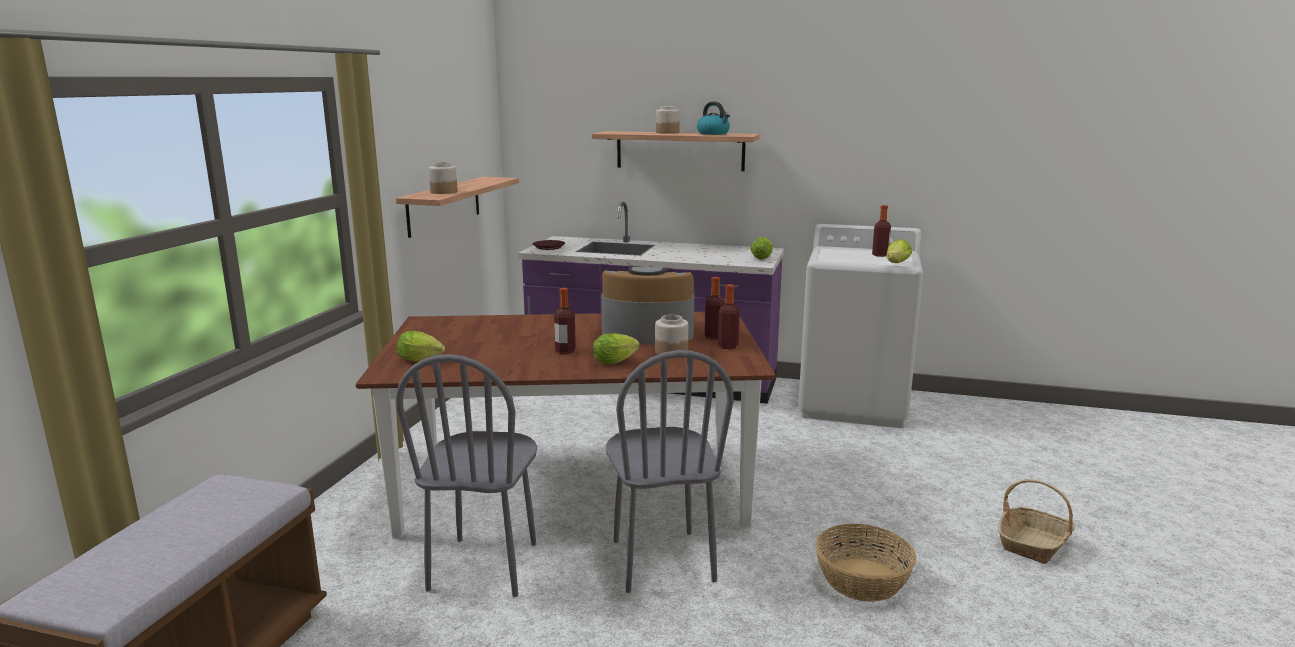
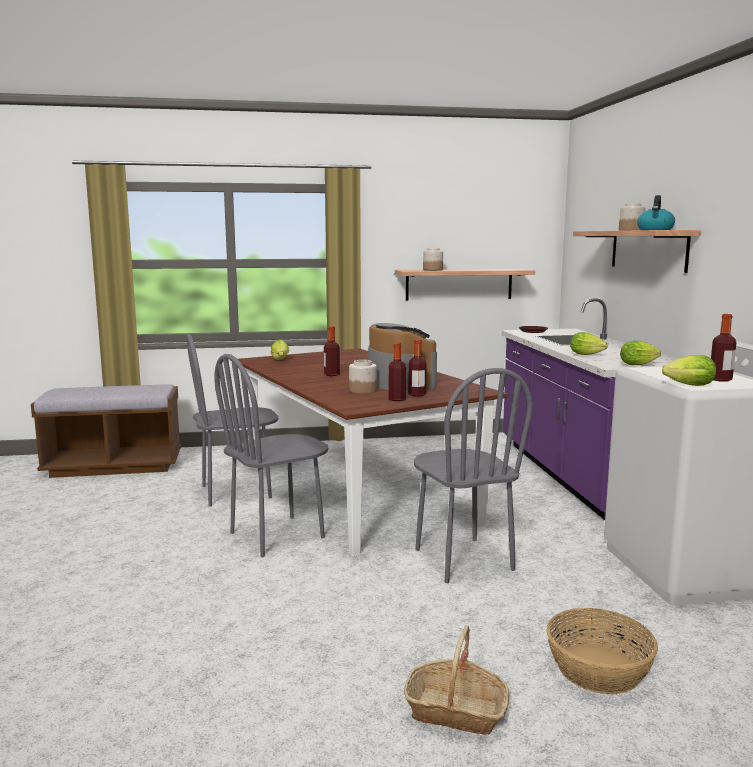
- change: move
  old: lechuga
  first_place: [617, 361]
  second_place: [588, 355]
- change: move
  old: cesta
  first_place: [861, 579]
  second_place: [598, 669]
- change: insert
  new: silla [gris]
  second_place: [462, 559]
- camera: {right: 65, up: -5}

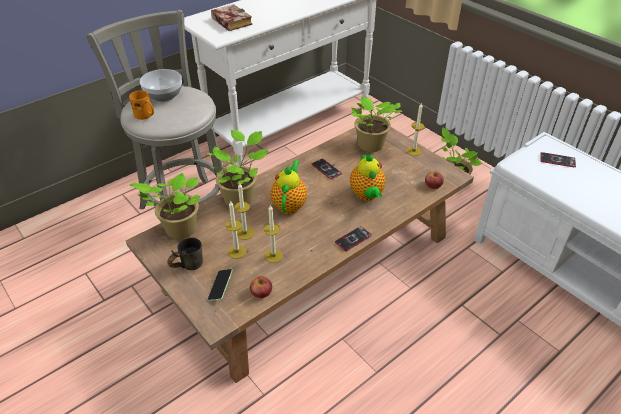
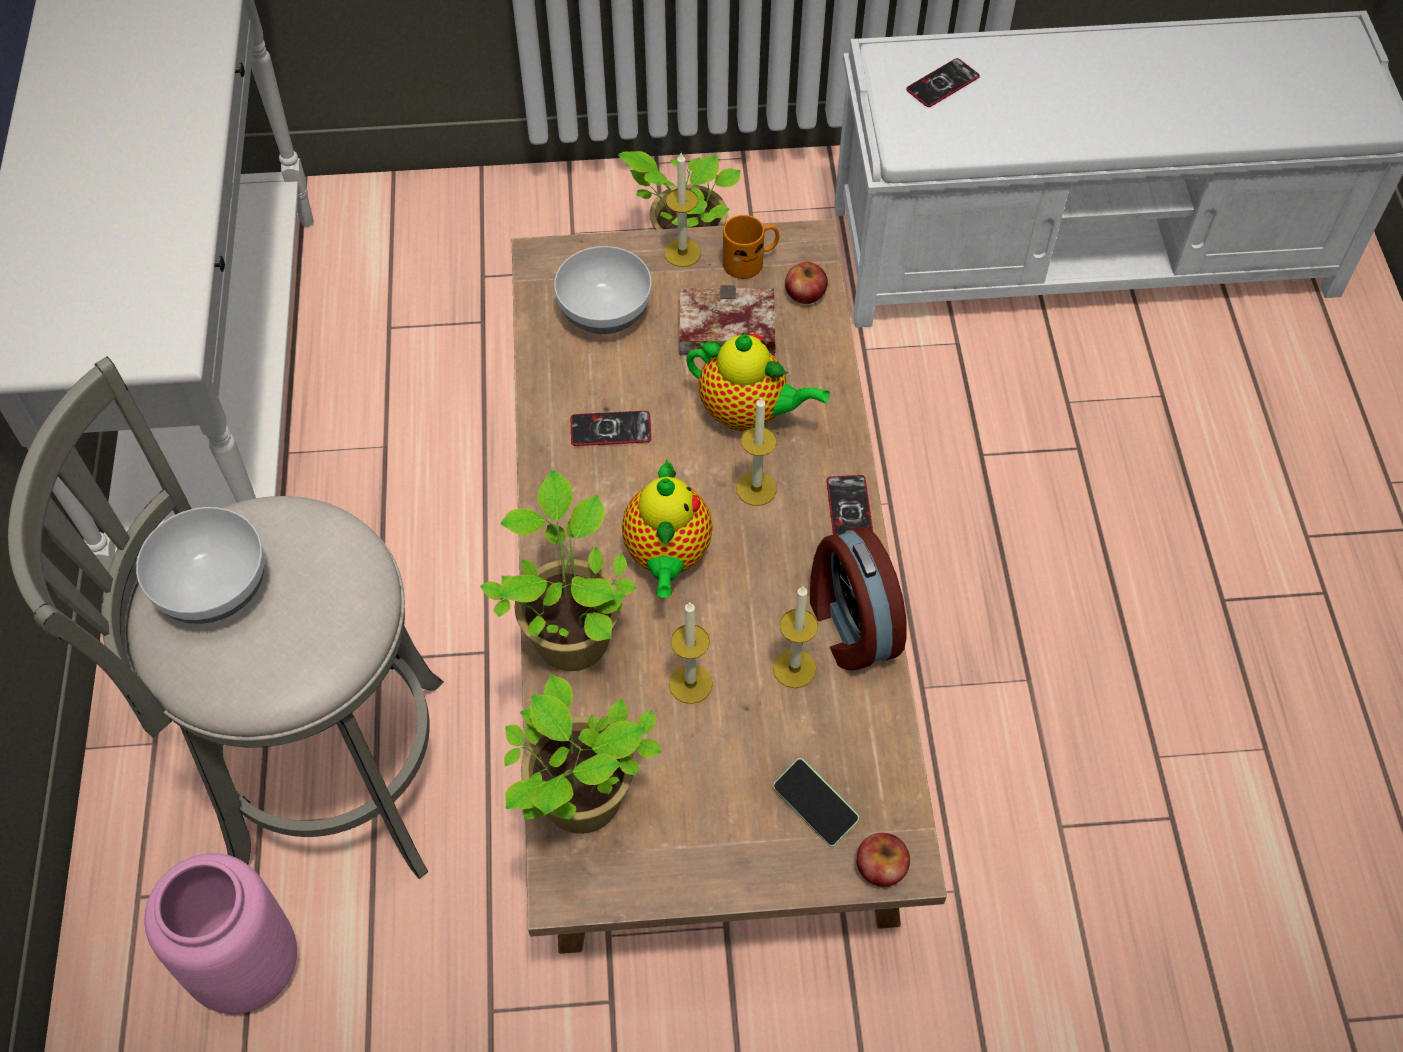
- change: move
  old: libro
  first_place: [229, 21]
  second_place: [722, 332]
- change: move
  old: taza grande [naranja]
  first_place: [146, 115]
  second_place: [750, 261]
- change: replace
  old: planta en maceta
  new: cuenco
  first_place: [370, 146]
  second_place: [604, 310]
- change: rotate
  old: tetera
  first_place: [290, 204]
  second_place: [667, 557]
  degrees: -135
- change: move
  old: vela
  first_place: [237, 251]
  second_place: [756, 489]
- change: delete
  old: taza grande [gris]
  first_place: [187, 265]
- change: move
  old: manzana
  first_place: [261, 292]
  second_place: [881, 866]
- change: insert
  new: despertador
  second_place: [850, 625]
- change: insert
  new: florero [rosa]
  second_place: [248, 963]
- camera: {right: -55, up: 15}

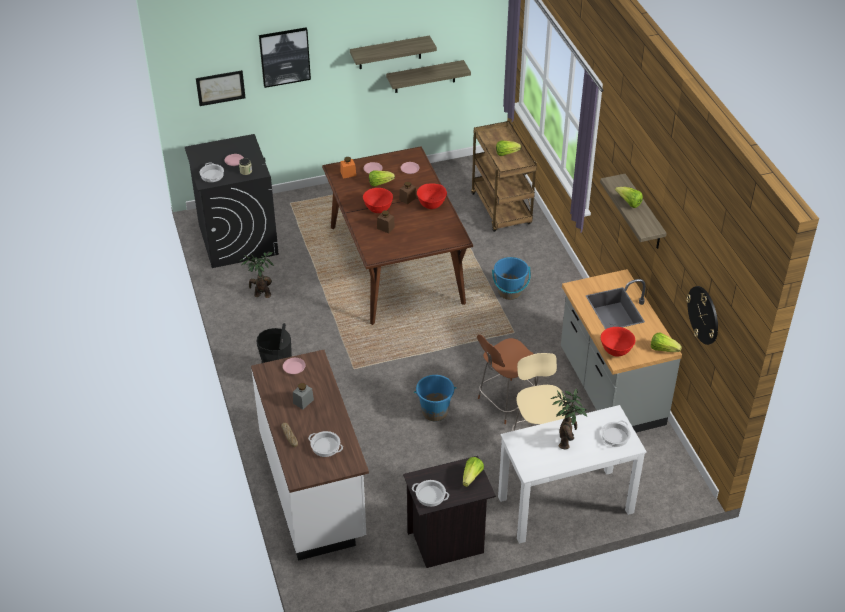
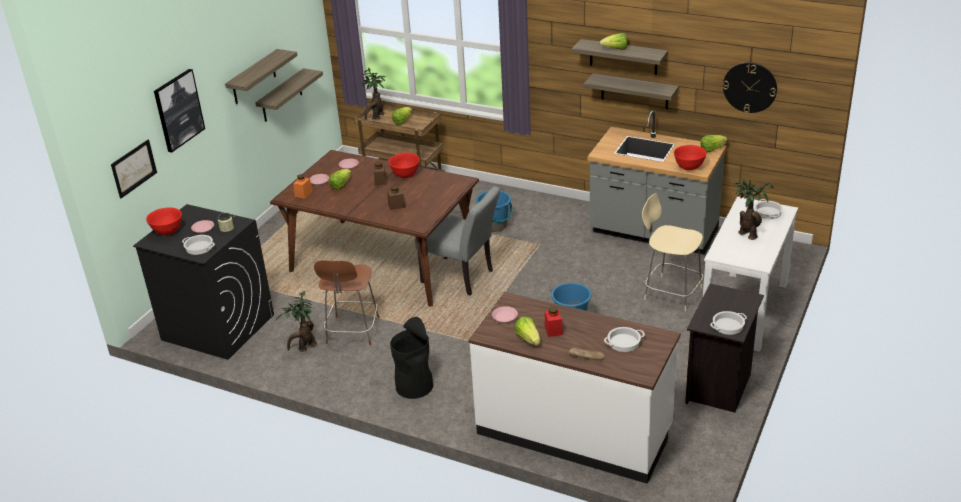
- change: move
  old: cuenco [rojo]
  first_place: [378, 209]
  second_place: [167, 231]
- change: move
  old: taburete [marrón]
  first_place: [506, 402]
  second_place: [352, 332]
- change: recolor
  old: tarro [gris]
  new: tarro [rojo]
  first_place: [303, 401]
  second_place: [553, 330]
- change: move
  old: lechuga
  first_place: [471, 476]
  second_place: [528, 338]
- change: insert
  new: planta en maceta
  second_place: [376, 117]
- change: insert
  new: estante
  second_place: [634, 91]
- change: insert
  new: silla [gris]
  second_place: [462, 278]
- camera: {right: -45, up: -10}

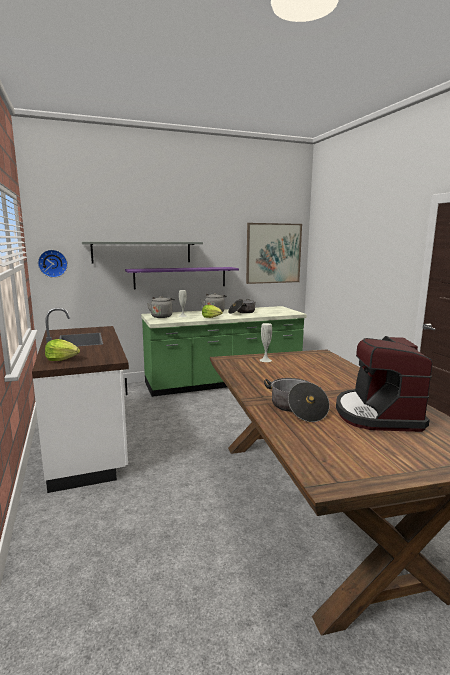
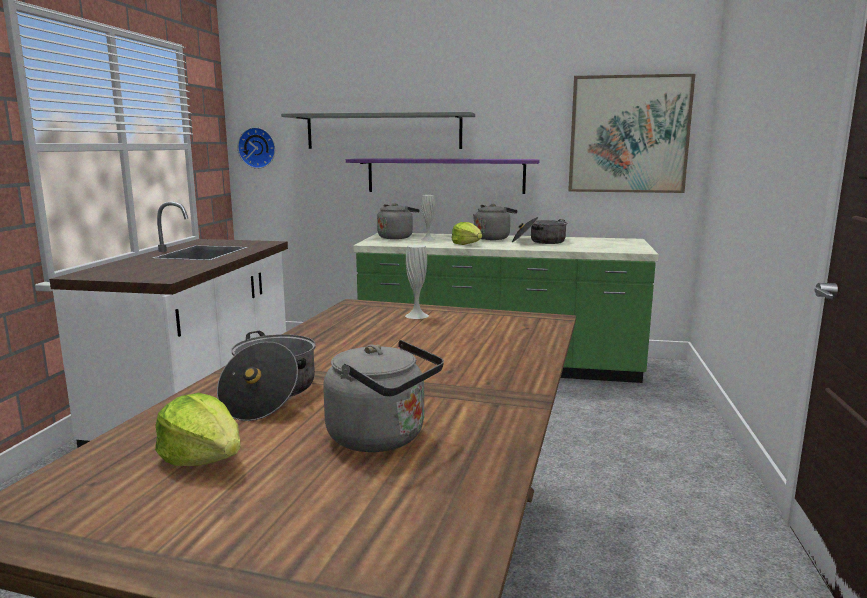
- change: replace
  old: cafetera
  new: hervidor [gris]
  first_place: [377, 414]
  second_place: [382, 438]
- change: move
  old: lechuga
  first_place: [62, 359]
  second_place: [203, 458]
- camera: {right: 30, up: 0}

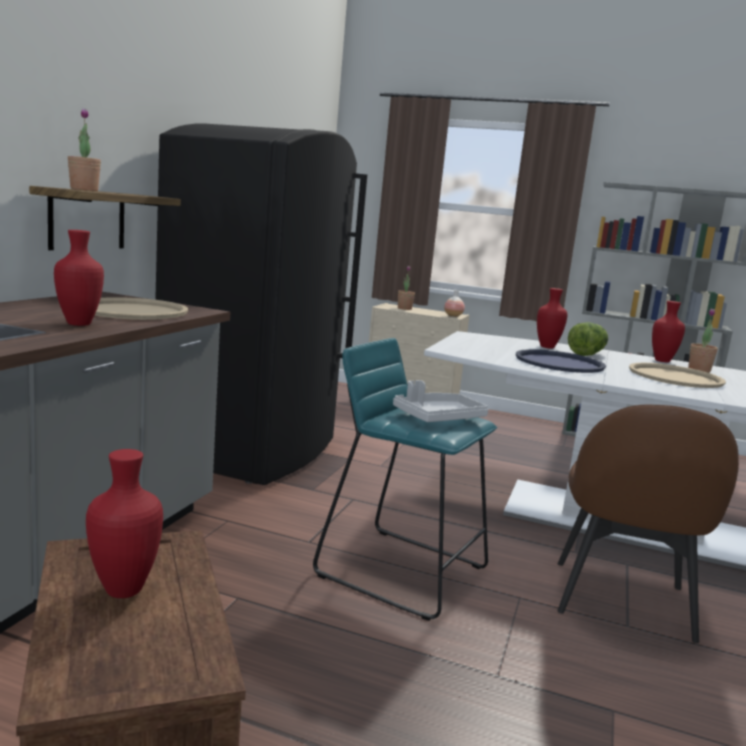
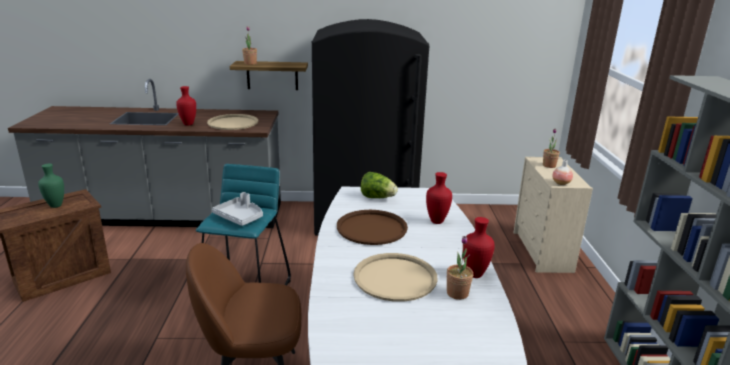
- change: move
  old: lechuga
  first_place: [587, 354]
  second_place: [377, 197]
- change: recolor
  old: bandeja [azul]
  new: bandeja [marrón]
  first_place: [559, 363]
  second_place: [372, 228]
- change: recolor
  old: florero [rojo]
  new: florero [verde]
  first_place: [121, 591]
  second_place: [55, 205]
- camera: {right: 70, up: 10}

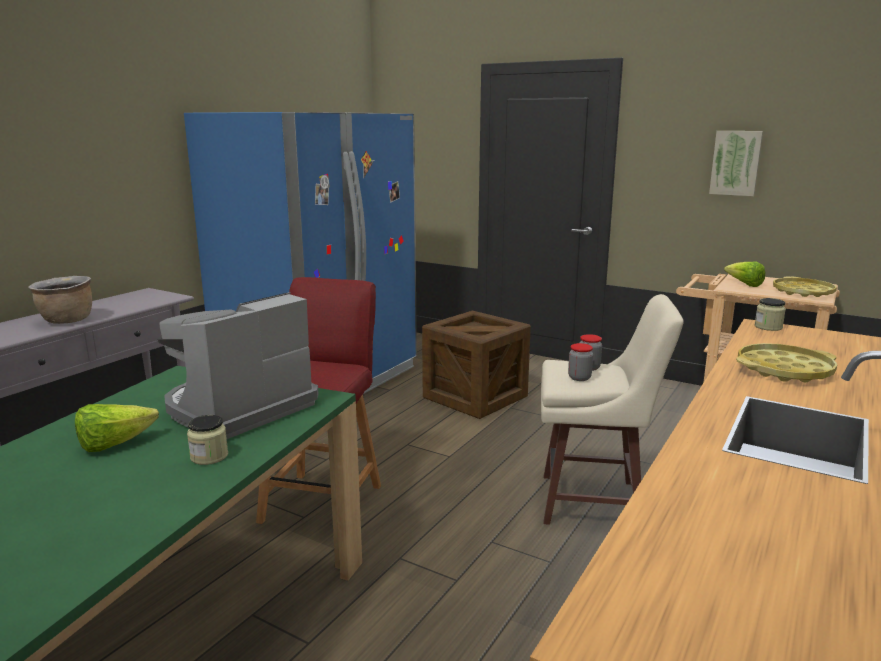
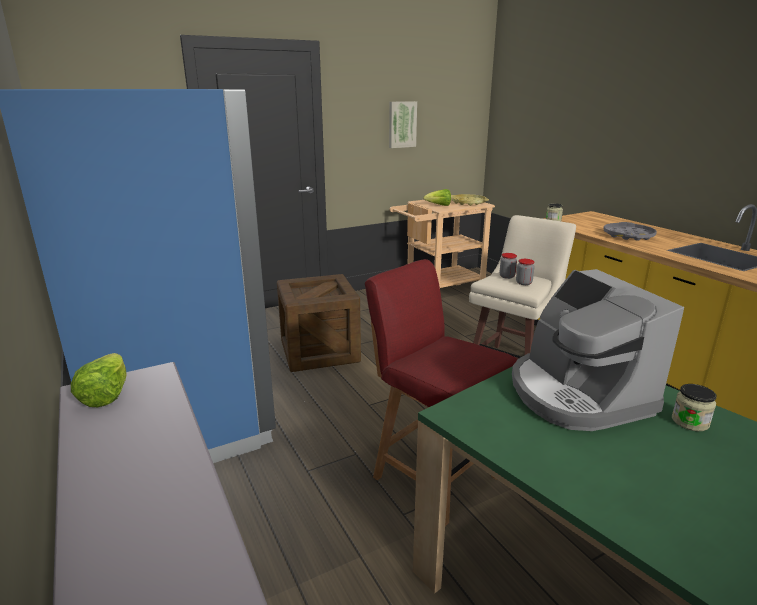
- change: delete
  old: olla [marrón]
  first_place: [67, 321]
- change: recolor
  old: bandeja [amarillo]
  new: bandeja [gris]
  first_place: [784, 370]
  second_place: [628, 235]
- change: move
  old: lechuga
  first_place: [114, 445]
  second_place: [106, 395]
- camera: {right: -60, up: 5}

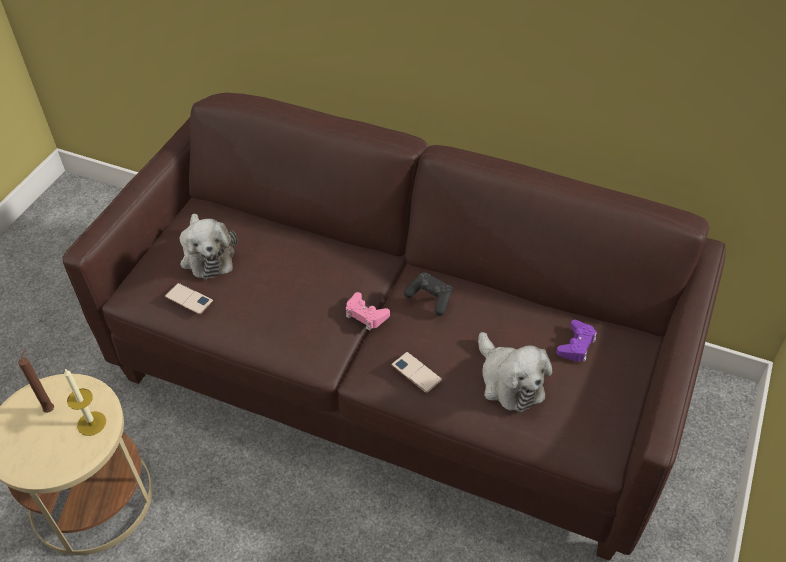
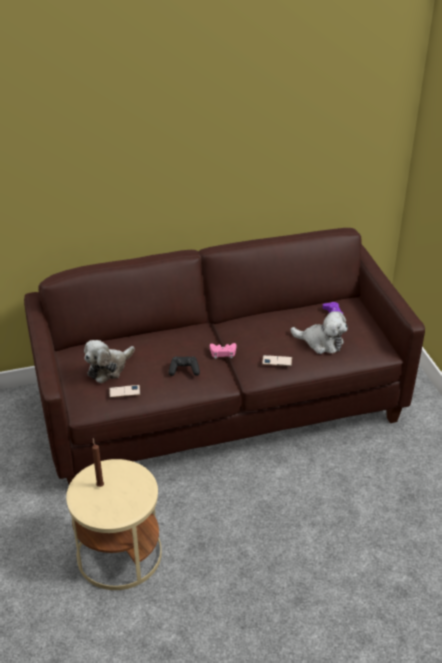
- change: rotate
  old: peluche
  first_place: [207, 255]
  second_place: [108, 368]
  degrees: 105
- change: move
  old: mando de consola [negro]
  first_place: [430, 298]
  second_place: [184, 370]
- change: delete
  old: vela
  first_place: [91, 423]
- camera: {right: -40, up: -10}

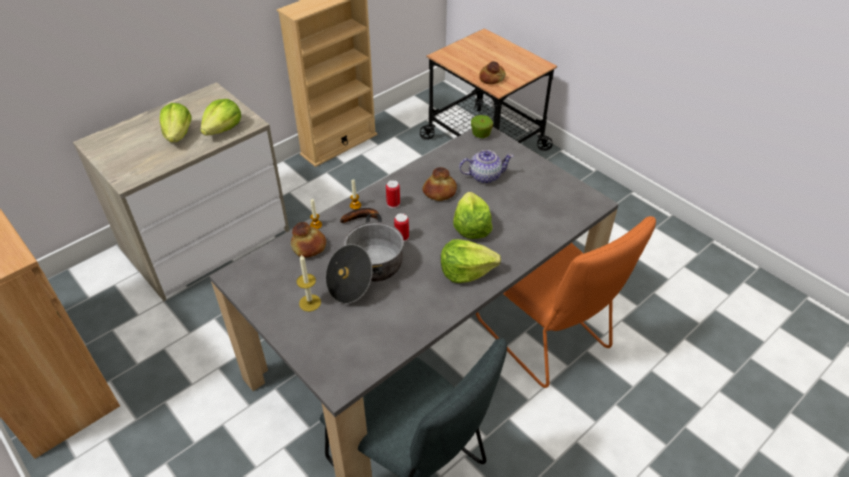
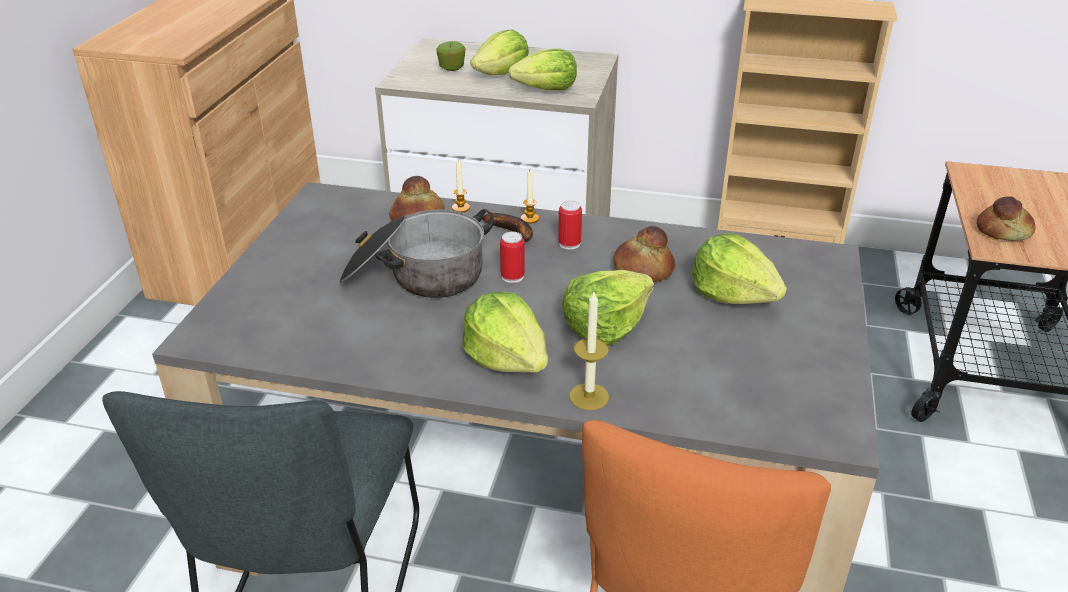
- change: move
  old: manzana
  first_place: [481, 134]
  second_place: [451, 68]
- change: replace
  old: tetera
  new: lechuga
  first_place: [484, 176]
  second_place: [733, 294]
- change: move
  old: vela
  first_place: [310, 303]
  second_place: [589, 396]
- camera: {right: 55, up: -10}

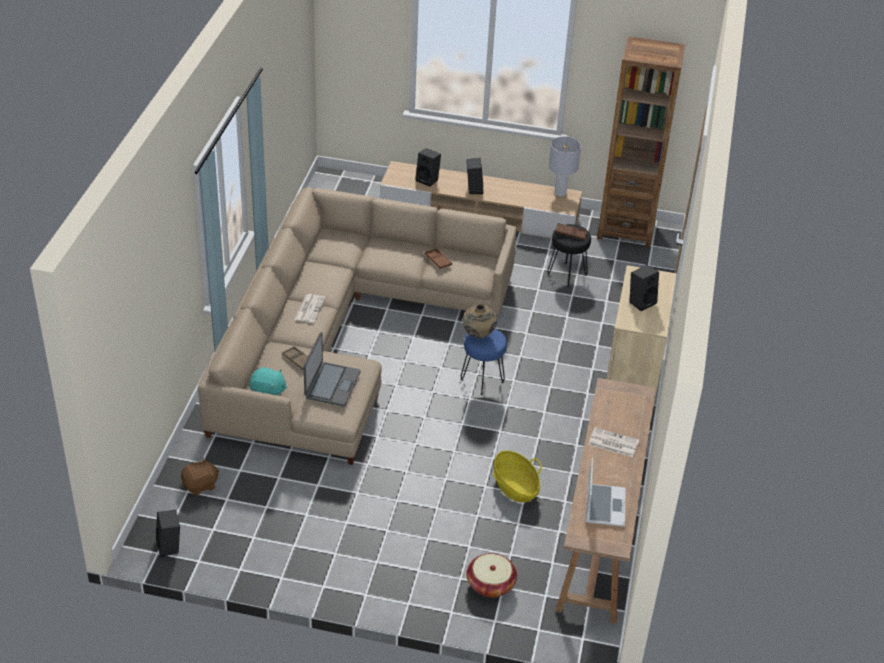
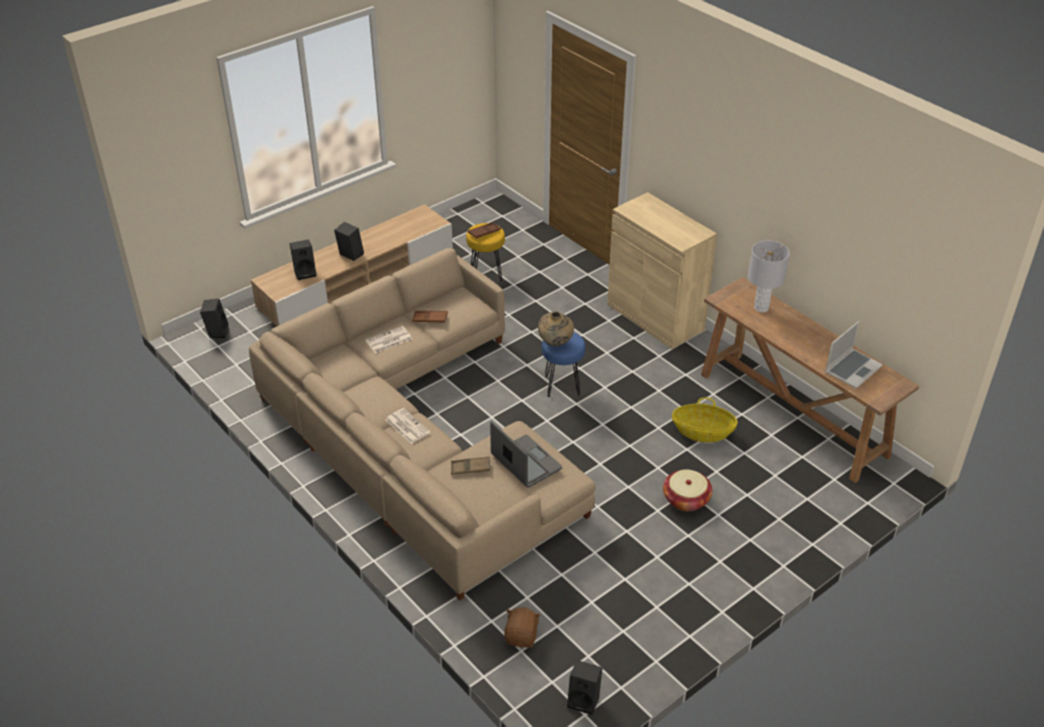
- change: delete
  old: estantería [marrón]
  first_place: [626, 230]
- change: move
  old: lámpara de mesa [gris]
  first_place: [560, 193]
  second_place: [761, 307]
- change: recolor
  old: taburete [negro]
  new: taburete [amarillo]
  first_place: [567, 275]
  second_place: [486, 274]
- change: move
  old: altavoz [negro]
  first_place: [641, 301]
  second_place: [216, 331]
- change: delete
  old: peluche [turquesa]
  first_place: [268, 392]
- change: move
  old: periódico
  first_place: [612, 443]
  second_place: [388, 340]
- change: rotate
  old: portátil
  first_place: [604, 505]
  second_place: [852, 369]
  degrees: 90
- change: move
  old: cesta
  first_place: [490, 584]
  second_place: [686, 499]
- camera: {right: -50, up: 0}

